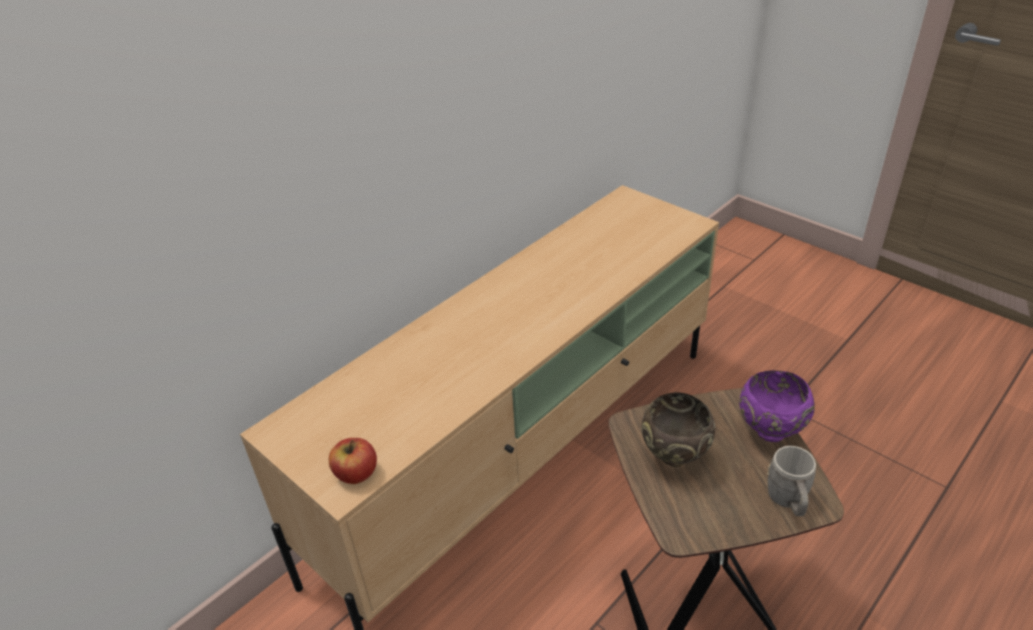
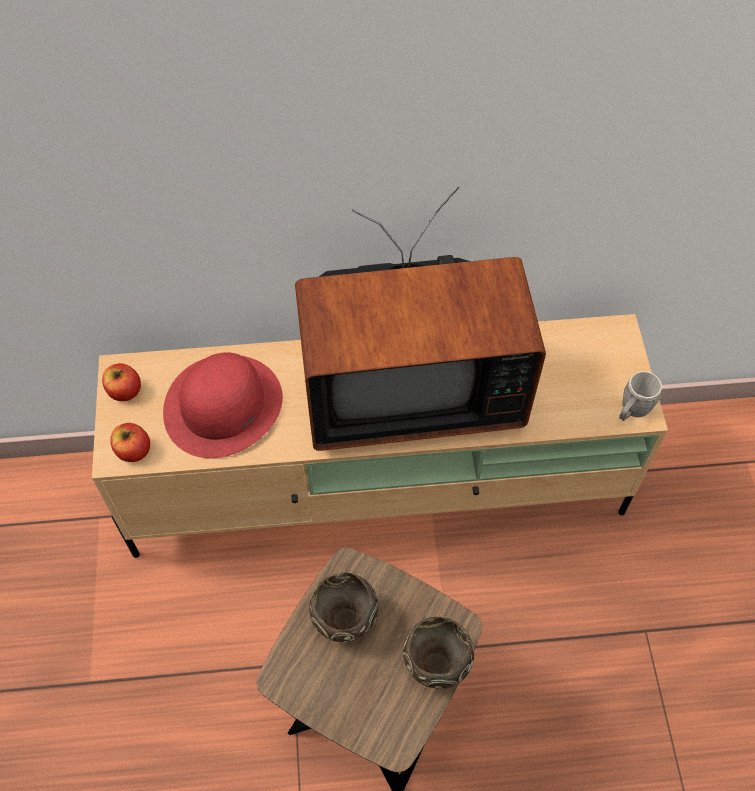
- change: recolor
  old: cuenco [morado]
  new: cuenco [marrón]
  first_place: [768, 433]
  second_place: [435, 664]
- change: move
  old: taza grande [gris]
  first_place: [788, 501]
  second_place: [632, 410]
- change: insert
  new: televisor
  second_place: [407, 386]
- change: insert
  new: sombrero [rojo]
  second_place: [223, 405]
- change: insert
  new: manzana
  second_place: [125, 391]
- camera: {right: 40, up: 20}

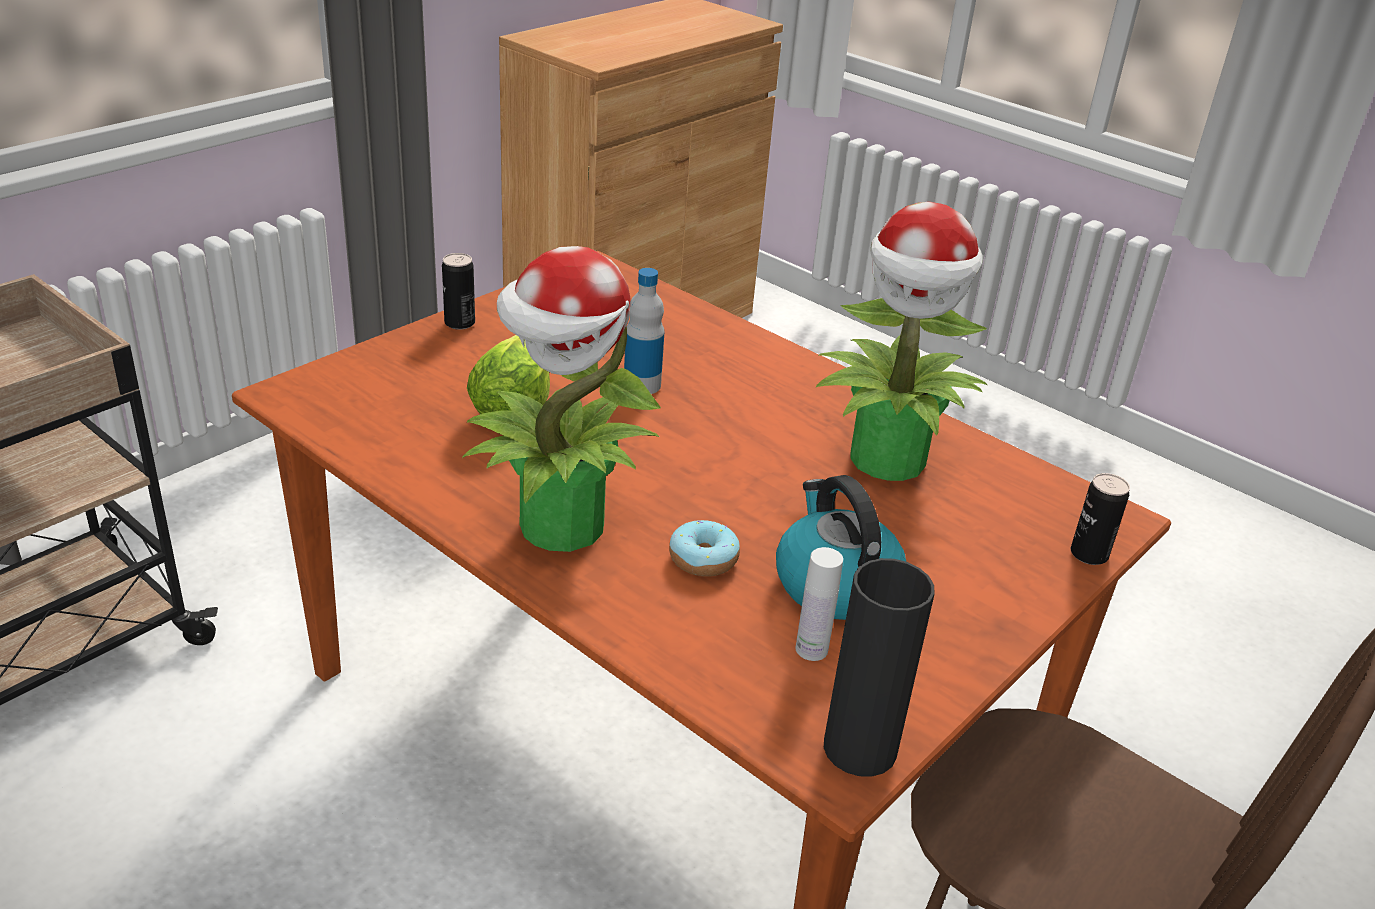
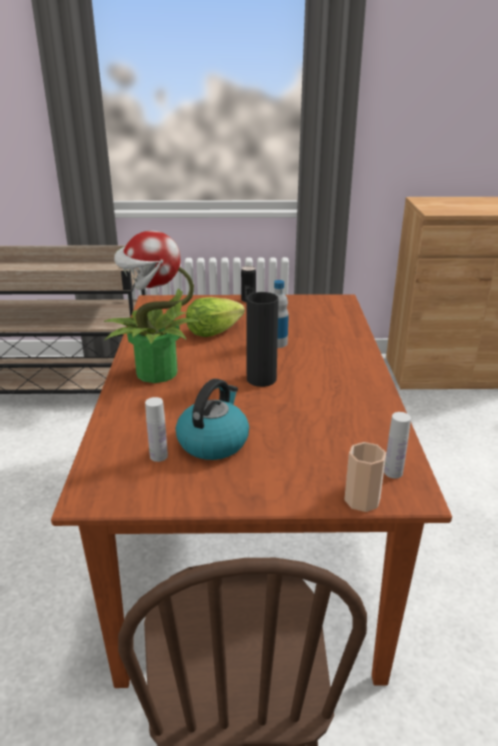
- change: delete
  old: planta en maceta
  first_place: [888, 461]
- change: replace
  old: lata
  new: taza
  first_place: [1089, 554]
  second_place: [362, 500]
- change: delete
  old: rosquilla
  first_place: [703, 559]
- change: move
  old: florero [negro]
  first_place: [859, 749]
  second_place: [261, 379]
- change: insert
  new: botella [blanco]
  second_place: [393, 472]
- camera: {right: 50, up: -5}

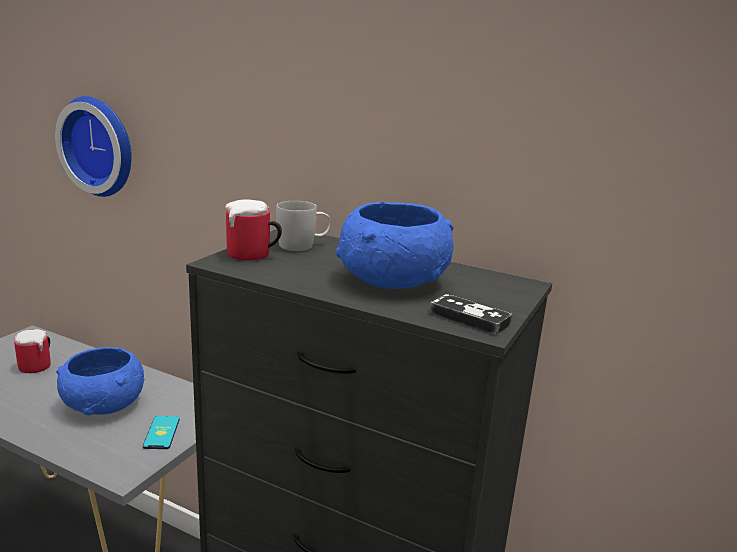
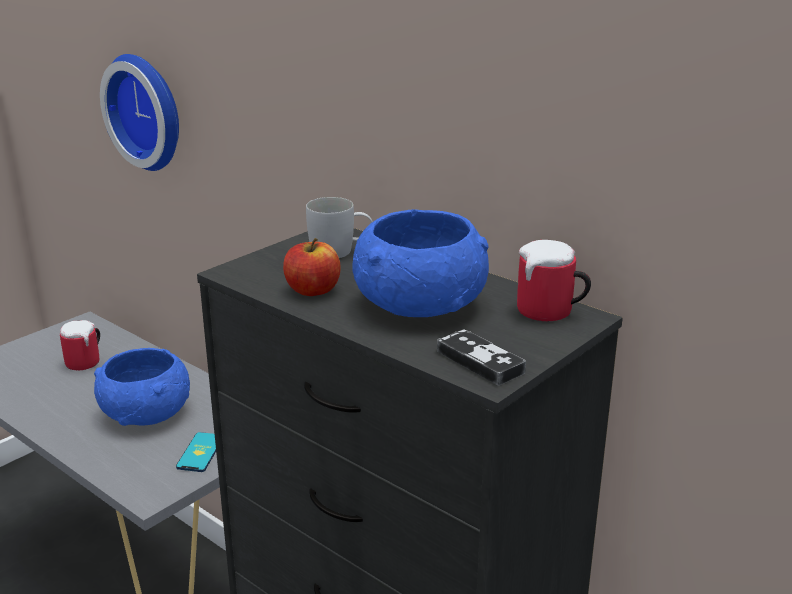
- change: move
  old: taza grande
  first_place: [253, 256]
  second_place: [551, 313]
- change: insert
  new: manzana
  second_place: [312, 290]
- camera: {right: 15, up: 5}

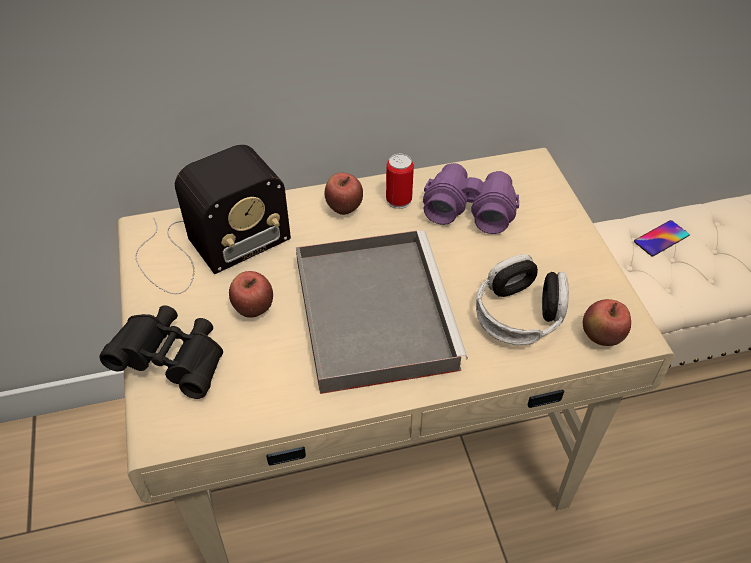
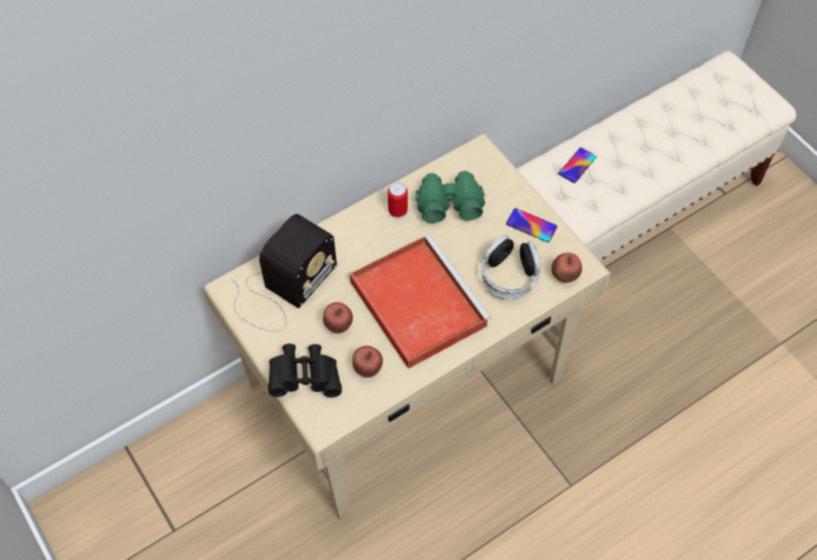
- change: recolor
  old: prismáticos [morado]
  new: prismáticos [verde]
  first_place: [469, 208]
  second_place: [449, 202]
- change: move
  old: manzana
  first_place: [344, 209]
  second_place: [367, 369]
- change: recolor
  old: bandeja [gris]
  new: bandeja [rojo]
  first_place: [372, 310]
  second_place: [416, 302]
- change: insert
  new: móvil
  second_place: [531, 225]
- camera: {right: -20, up: 10}

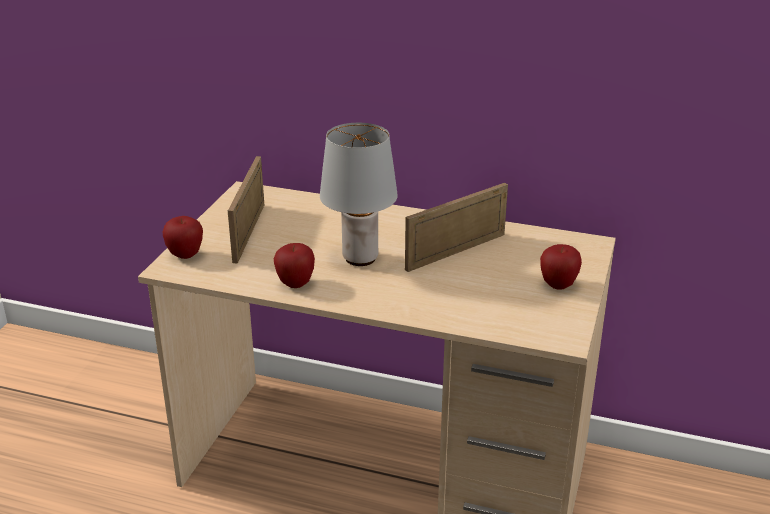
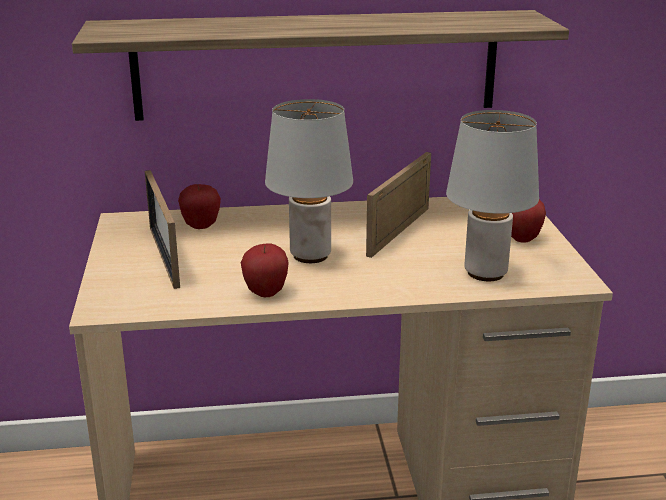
- change: move
  old: manzana
  first_place: [185, 255]
  second_place: [201, 227]
- change: insert
  new: estante
  second_place: [316, 65]
- change: insert
  new: lámpara de mesa [gris]
  second_place: [484, 273]
- camera: {right: -25, up: -5}

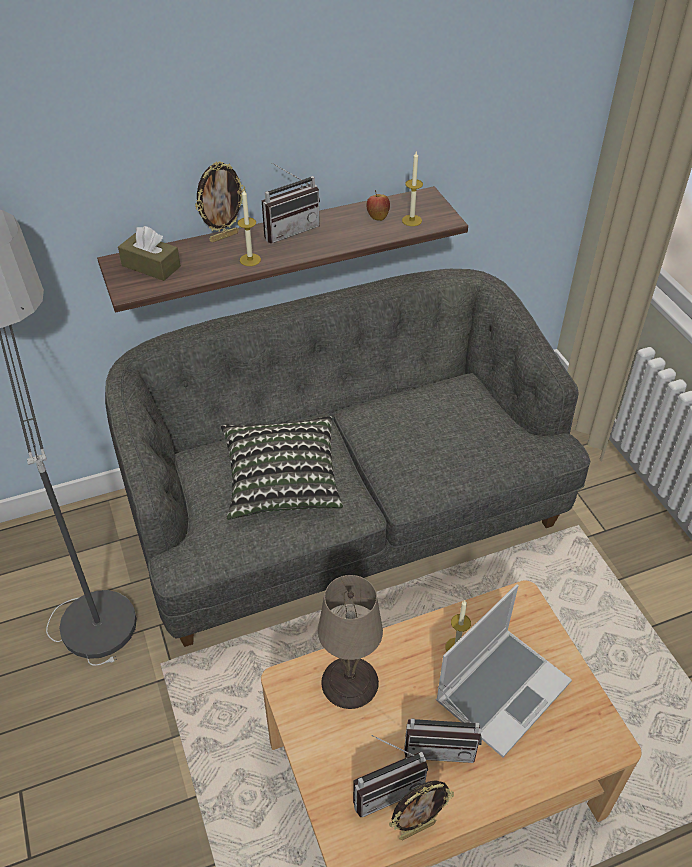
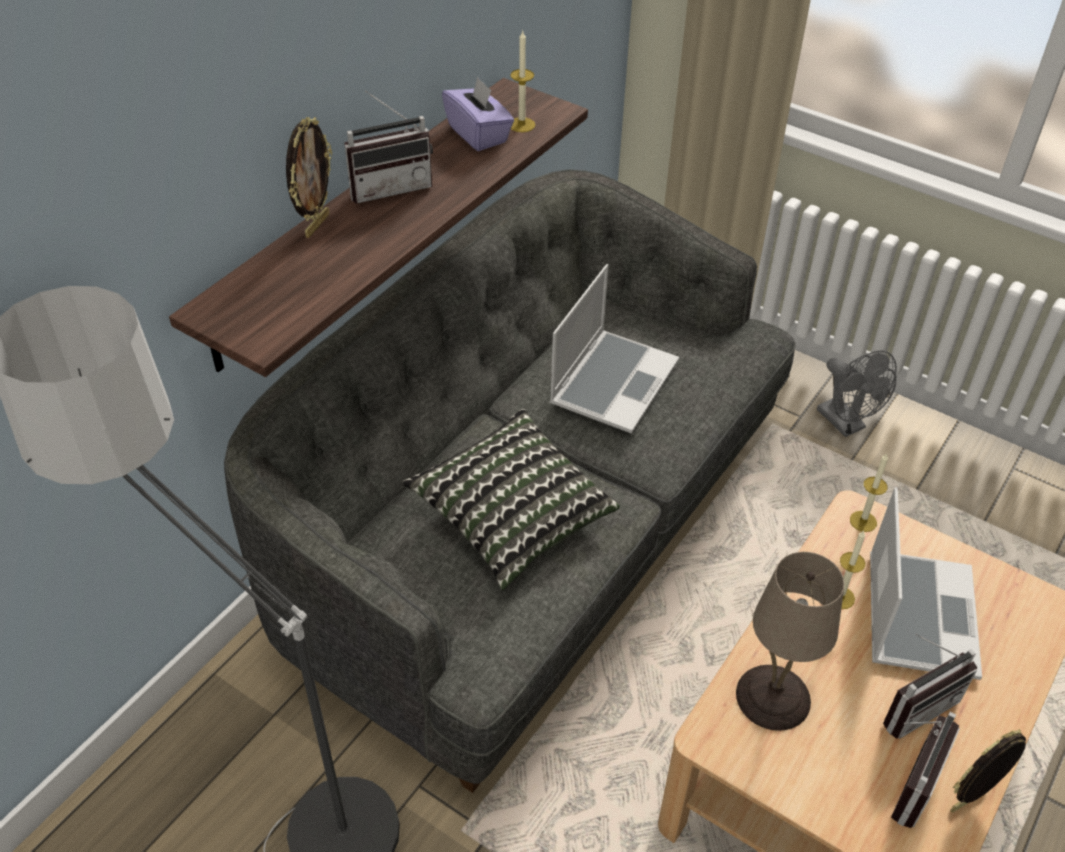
- change: rotate
  old: radio
  first_place: [289, 229]
  second_place: [389, 186]
  degrees: 45
- change: move
  old: vela
  first_place: [250, 260]
  second_place: [863, 521]
- change: replace
  old: manzana
  new: caja de pañuelos [morado]
  first_place: [377, 217]
  second_place: [478, 134]
- change: delete
  old: caja de pañuelos [marrón]
  first_place: [151, 266]
- change: rotate
  old: portarretratos
  first_place: [417, 829]
  second_place: [969, 802]
  degrees: -150
- change: insert
  new: portátil
  second_place: [613, 381]
- change: insert
  new: ventilador [gris]
  second_place: [846, 424]
- camera: {right: -35, up: 0}

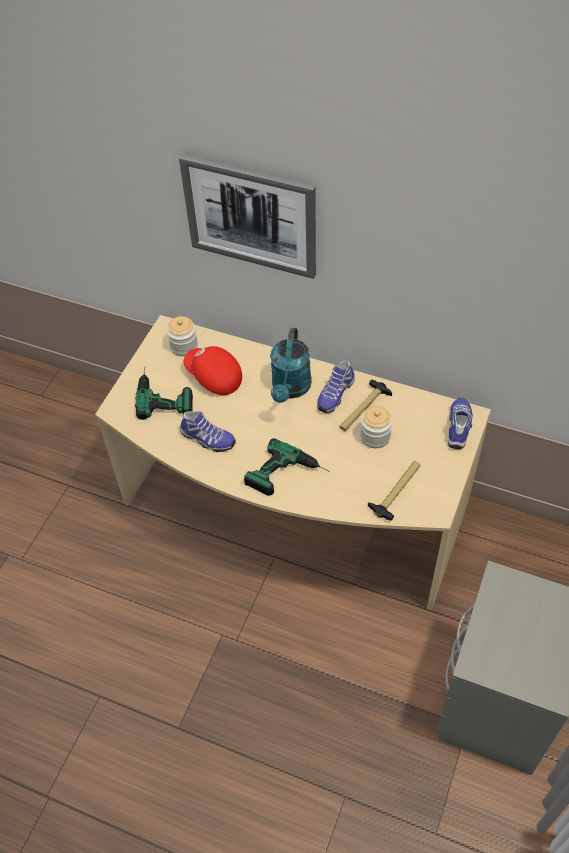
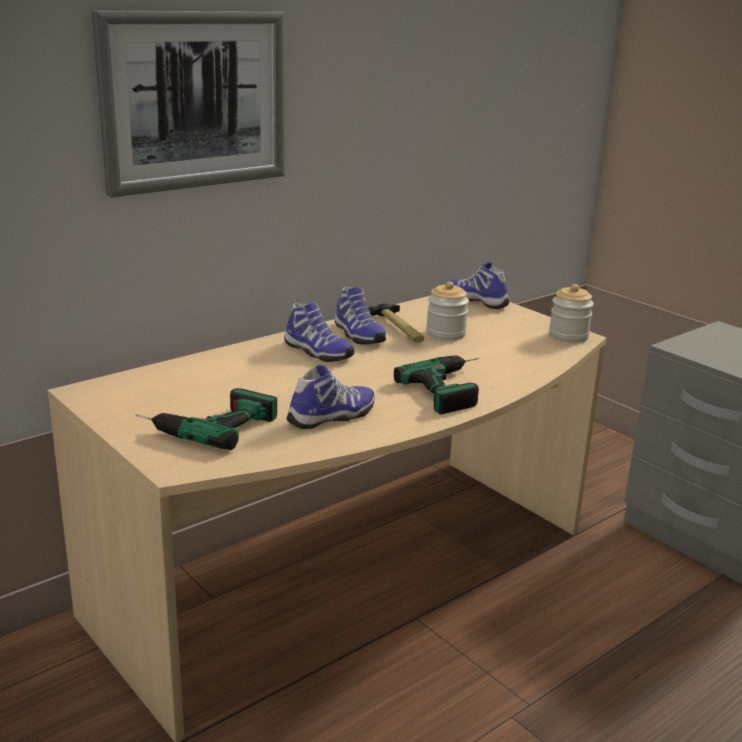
- change: move
  old: tarro
  first_place: [184, 346]
  second_place: [568, 336]
- change: replace
  old: regadera [turquesa]
  new: zapato
  first_place: [290, 389]
  second_place: [316, 352]
- change: delete
  old: gorra [rojo]
  first_place: [213, 377]
- change: delete
  old: martillo
  first_place: [397, 491]
- camera: {right: -65, up: -30}

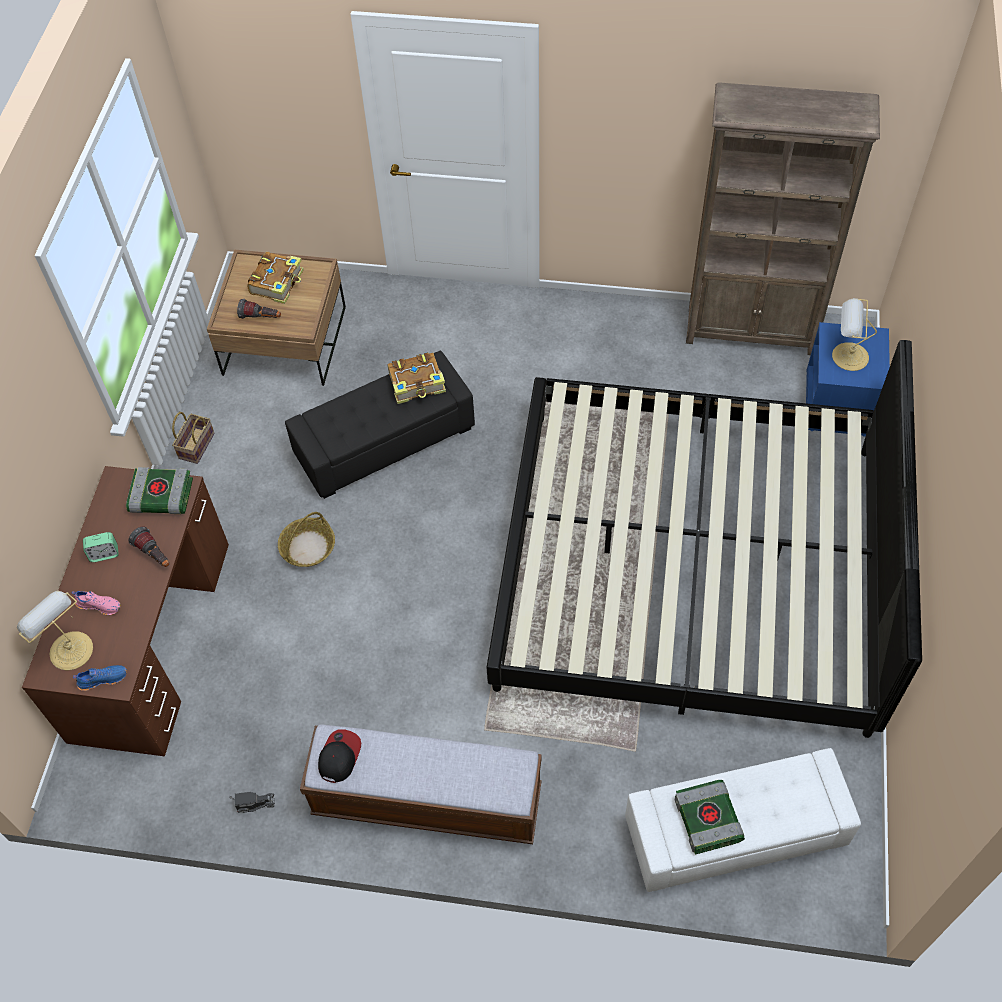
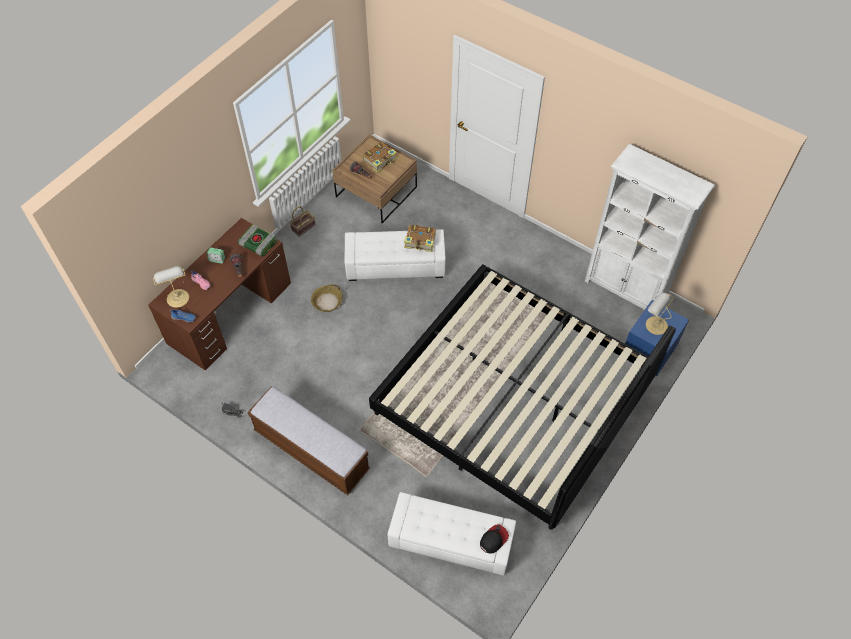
- change: recolor
  old: estantería [marrón]
  new: estantería [blanco]
  first_place: [751, 330]
  second_place: [625, 290]
- change: recolor
  old: puf [negro]
  new: puf [blanco]
  first_place: [384, 441]
  second_place: [395, 265]
- change: move
  old: gorra
  first_place: [339, 756]
  second_place: [493, 539]
- change: delete
  old: libro
  first_place: [709, 820]
- camera: {right: 25, up: 0}

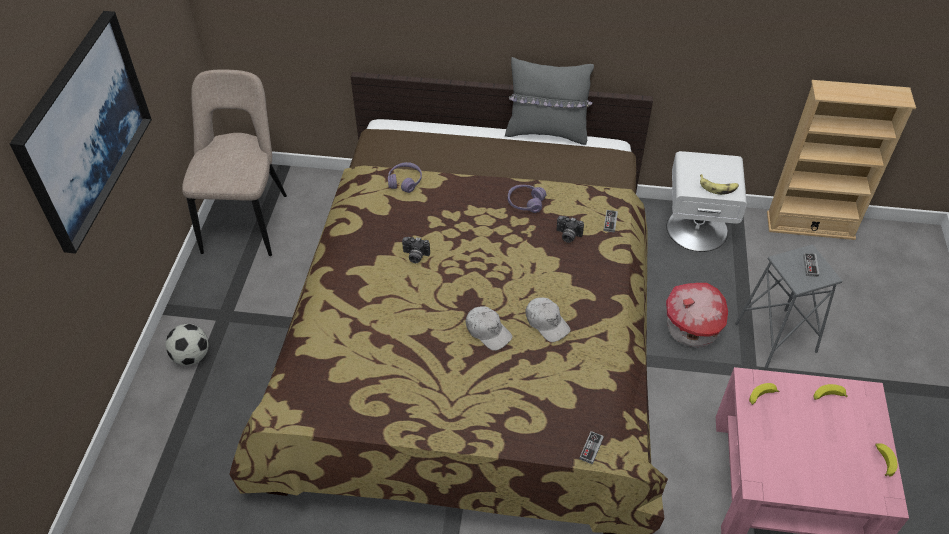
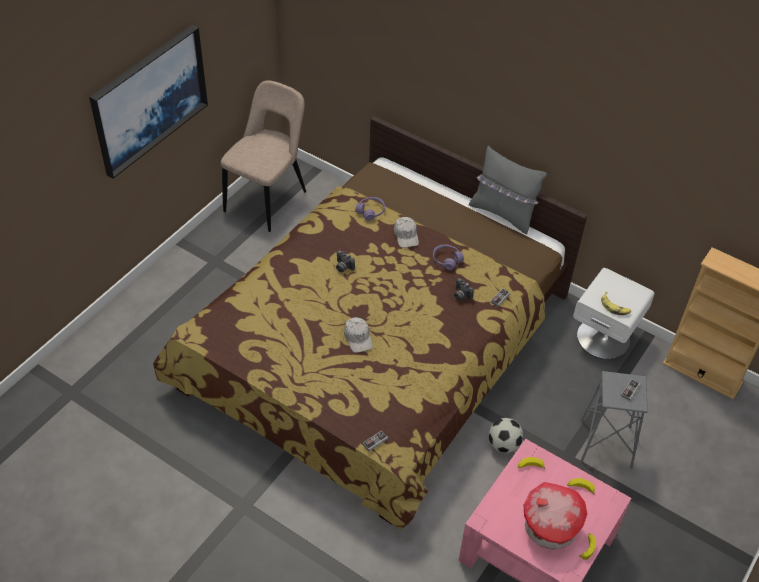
- change: move
  old: casita
  first_place: [692, 330]
  second_place: [549, 529]
- change: move
  old: gorra [blanco]
  first_place: [547, 323]
  second_place: [406, 235]
- change: move
  old: balón de fútbol
  first_place: [191, 356]
  second_place: [503, 444]
- camera: {right: 25, up: 0}

